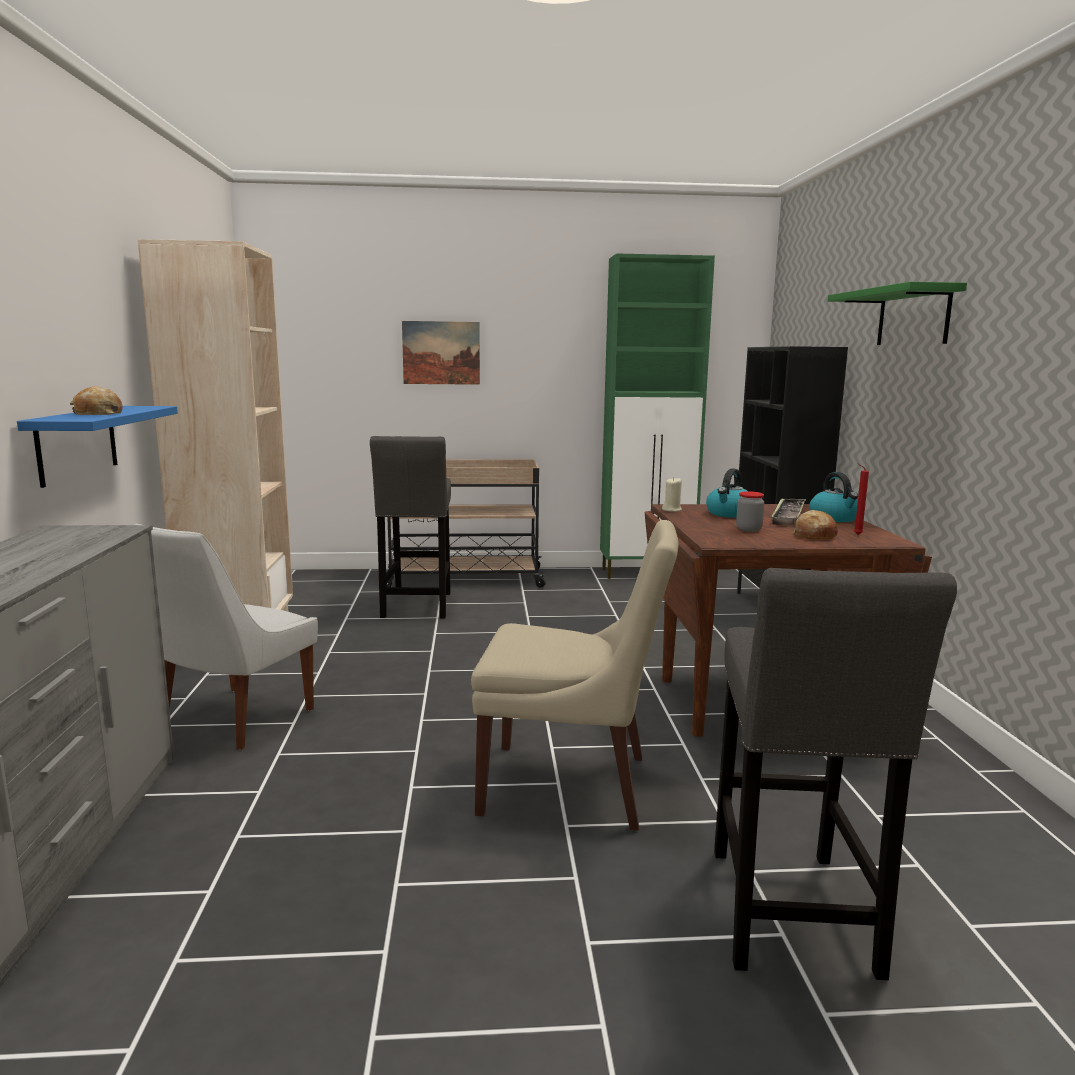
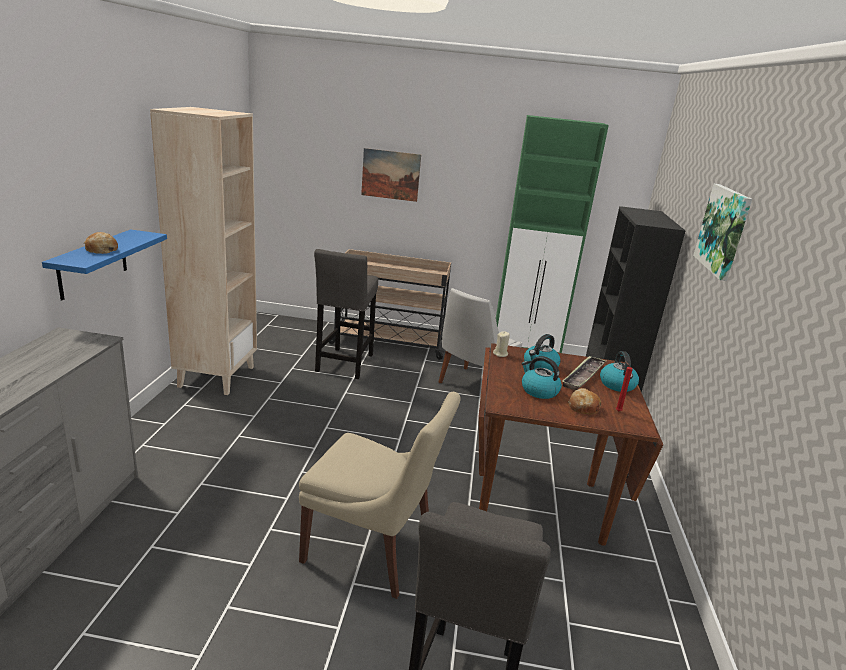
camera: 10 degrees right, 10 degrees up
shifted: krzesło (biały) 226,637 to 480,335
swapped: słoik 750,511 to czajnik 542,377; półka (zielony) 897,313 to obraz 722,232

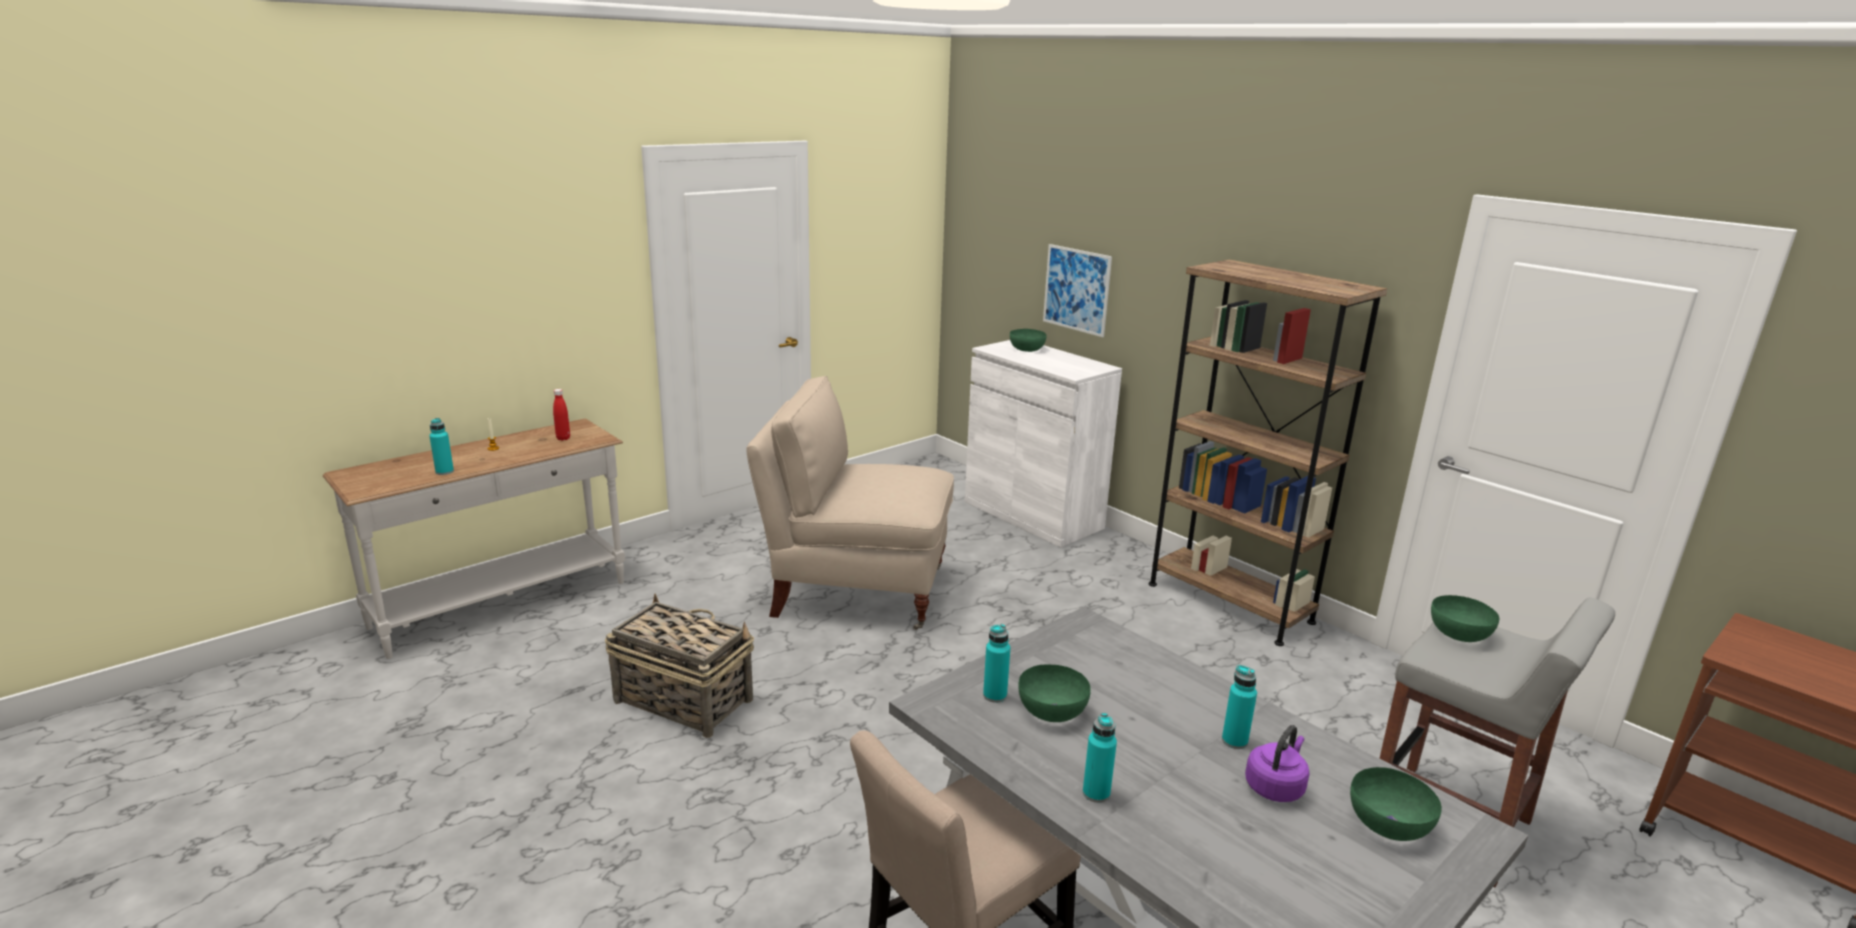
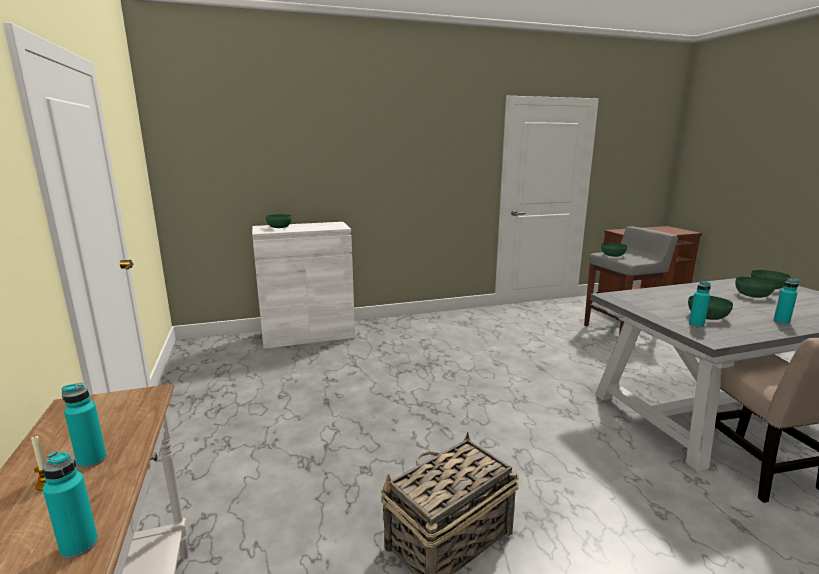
camera: 65 degrees left, 5 degrees down
gone: butelka (czerwony) 561,415; krzesło (beżowy) 850,503; obraz 1077,290; regał (brązowy) 1267,453
shifted: butelka (turkusowy) 1239,707 to 84,425
swapped: czajnik (fioletowy) 1277,763 to miska (zielony) 755,287

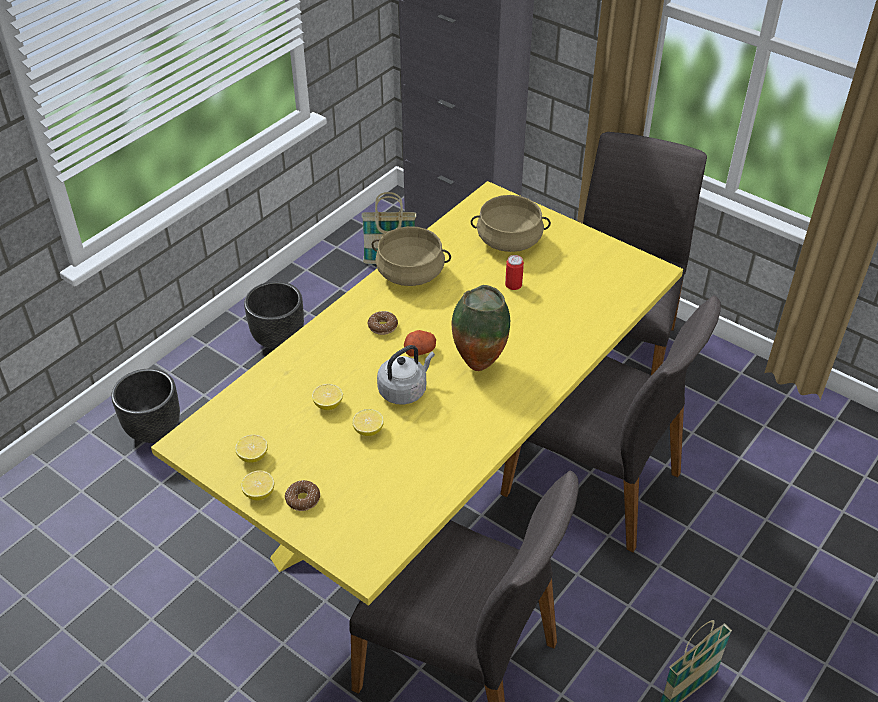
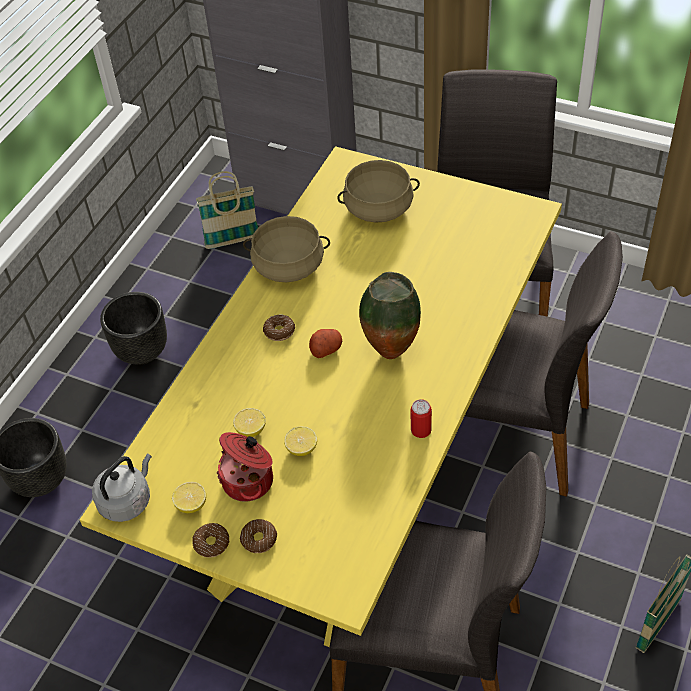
camera: 10 degrees left, 5 degrees up
new: garnek 245,467
shifted: czajnik (szary) 406,375 to 122,488; puszka 514,272 to 421,418
swapped: cytryna 257,485 to donut 210,540

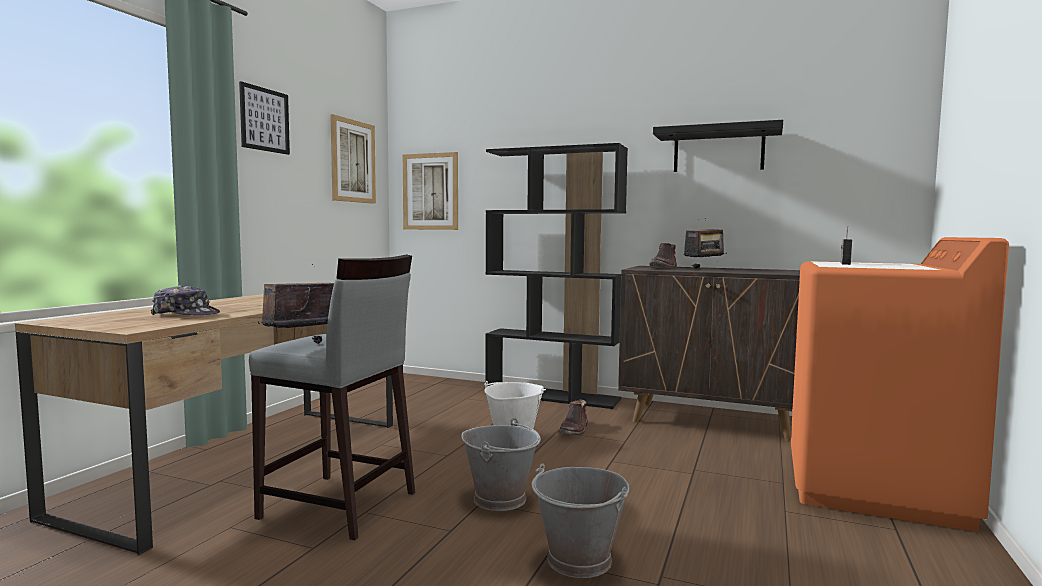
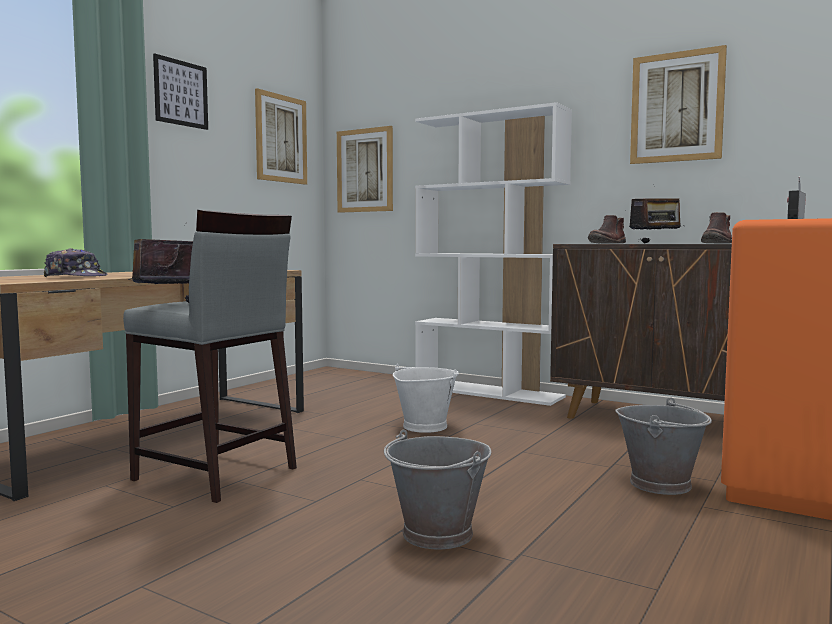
camera: 10 degrees right, 0 degrees up
shifted: wiadro (szary) 501,464 to 663,446; but z cholewką (brązowy) 573,417 to 716,228
swapped: półka (czarny) 718,146 to obraz 678,104
repainted: regał (czarny) 556,276 to regał (biały) 493,254

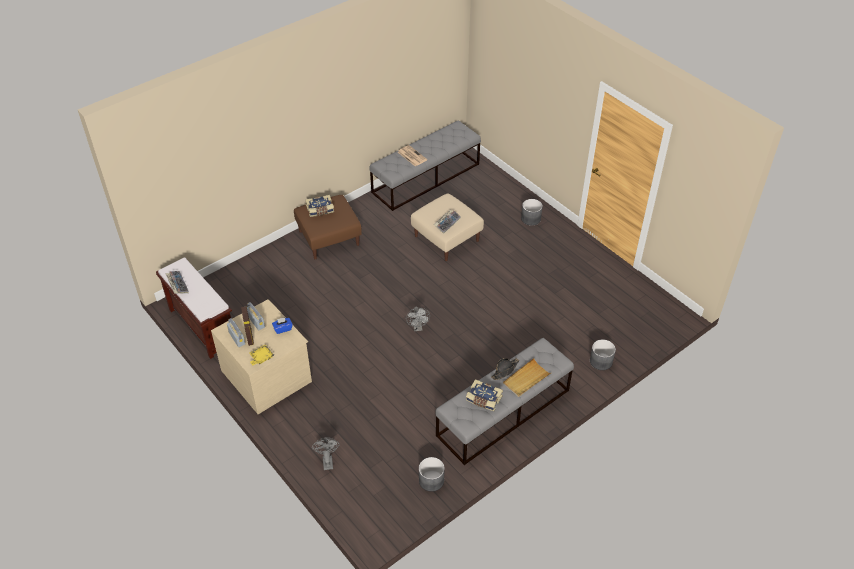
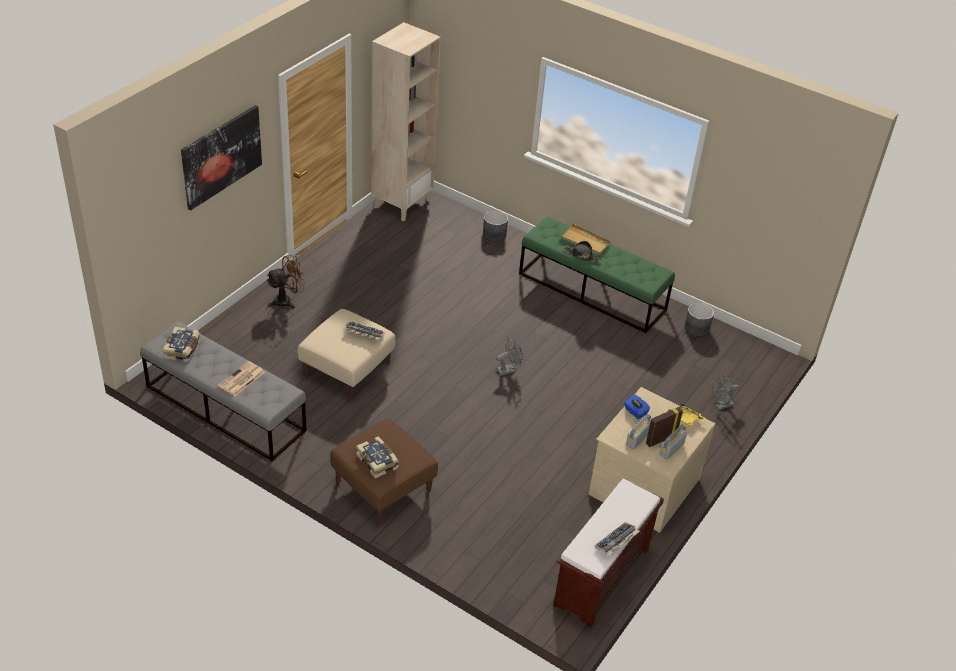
camera: 110 degrees left, 5 degrees down
new: obraz 221,157; regał (beżowy) 406,122
shifted: książka 484,395 to 181,344
swapped: donica (szary) 532,212 to wentylator (brązowy) 286,282
repainted: ławka (szary) 504,401 to ławka (zielony) 597,274

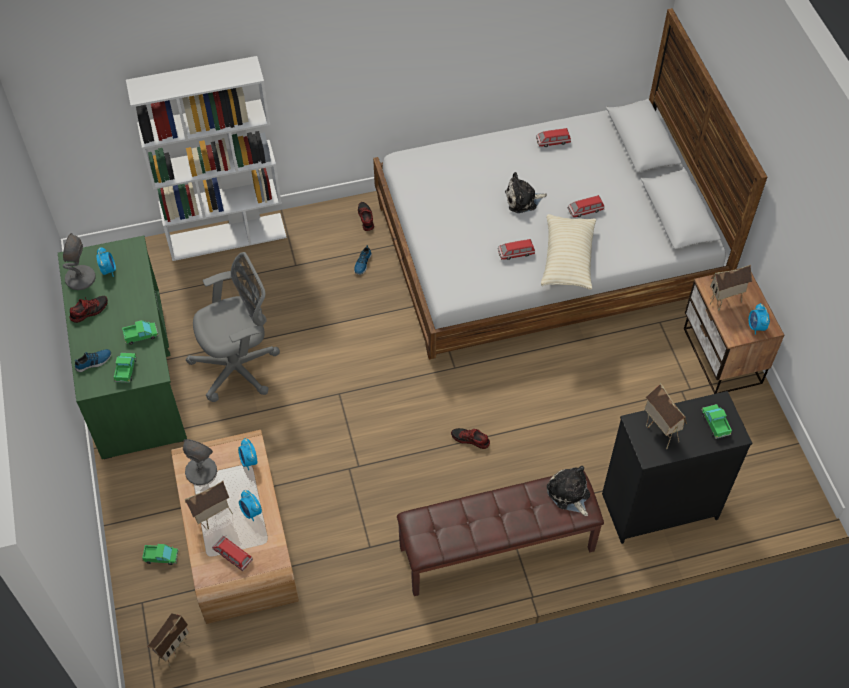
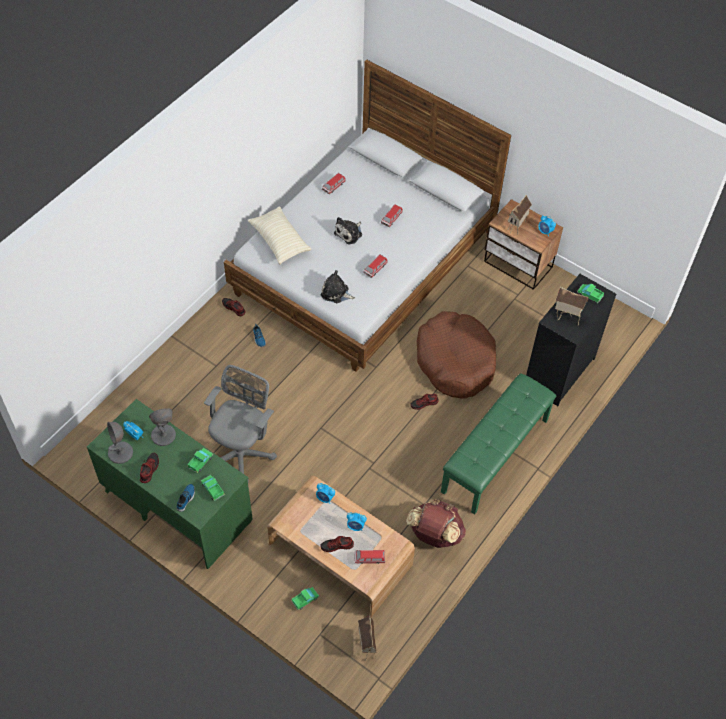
camera: 40 degrees left, 0 degrees up
gone: regał (biały) 206,158
new: plecak (brązowy) 436,523; legowisko (brązowy) 456,355
shifted: lampa stołowa (szary) 200,462 to 162,427; poduszka (beżowy) 568,251 to 279,235; pluszak 568,491 to 338,286
swapped: domek 209,506 to but 337,544
repainted: ławka (brązowy) 500,533 to ławka (zielony) 498,443

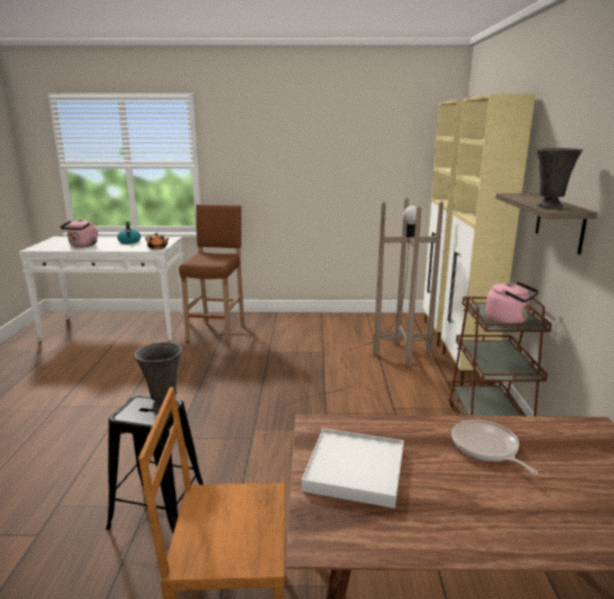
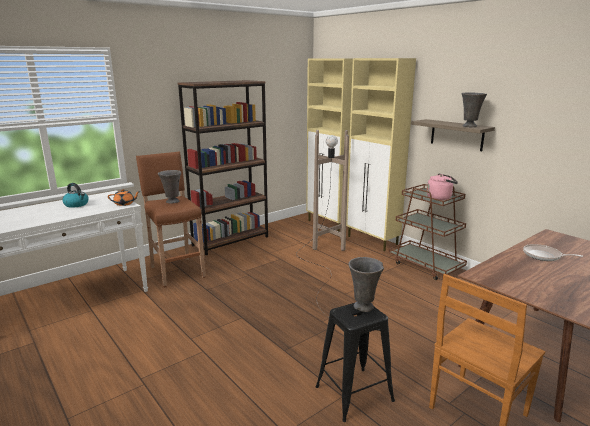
camera: 40 degrees left, 0 degrees up
gone: czajnik (różowy) 79,233; taca (biały) 353,468
new: wazon (szary) 169,186; regał (brązowy) 223,167

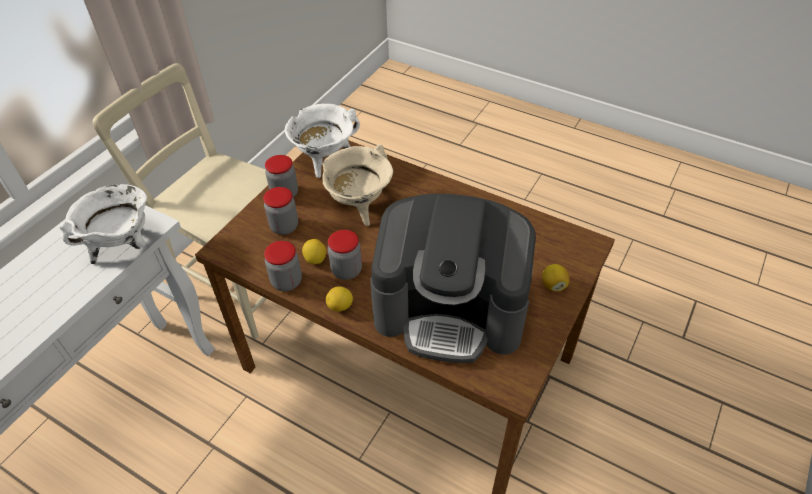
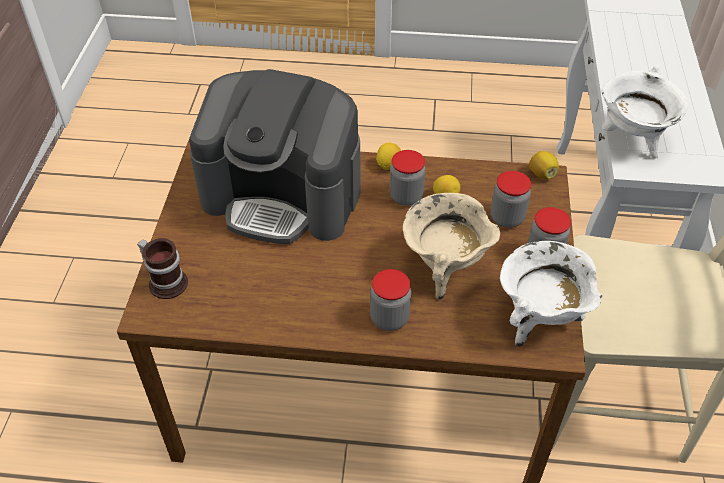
camera: 155 degrees right, 0 degrees up
new: kubek 162,268
shifted: słoik 283,266 to 390,300; cytryna 556,278 to 544,165
rotated: ekspres do kawy 453,278 = 274,156 150 degrees counterclockwise

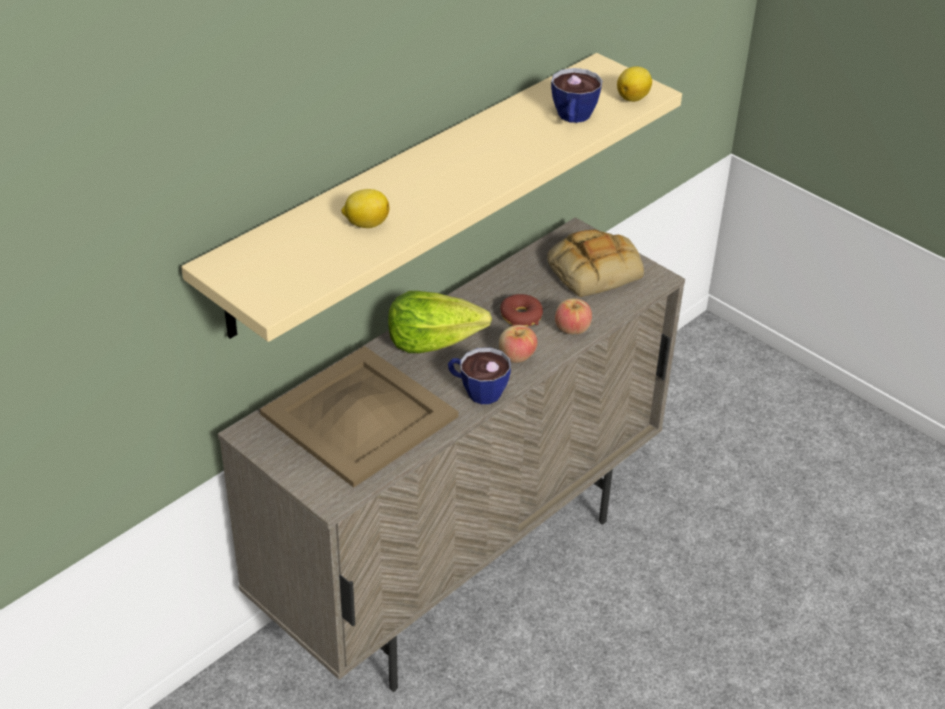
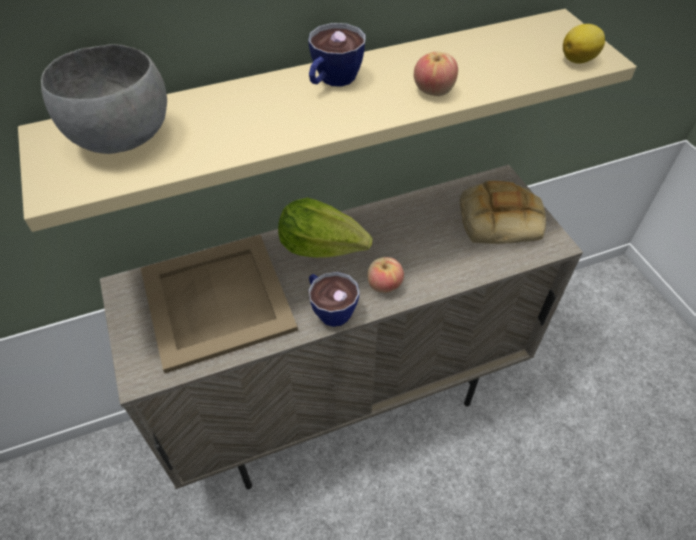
camera: 25 degrees right, 10 degrees up
gone: cytryna 365,208; donut 521,310
new: miska (szary) 104,99
shifted: filiżanka 577,95 to 337,55; jabłko 573,316 to 436,73

